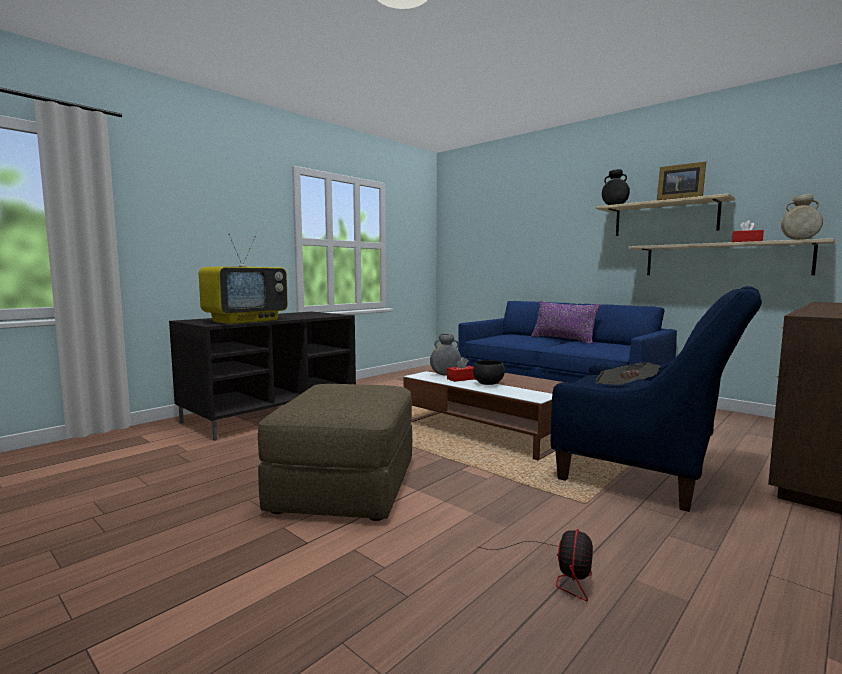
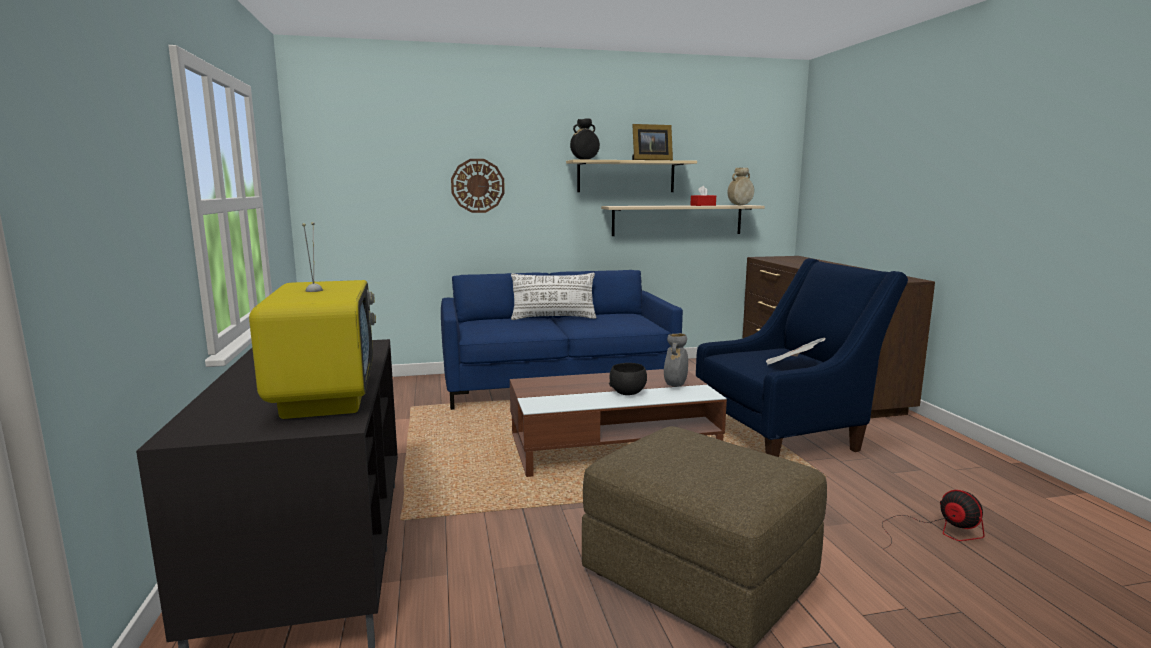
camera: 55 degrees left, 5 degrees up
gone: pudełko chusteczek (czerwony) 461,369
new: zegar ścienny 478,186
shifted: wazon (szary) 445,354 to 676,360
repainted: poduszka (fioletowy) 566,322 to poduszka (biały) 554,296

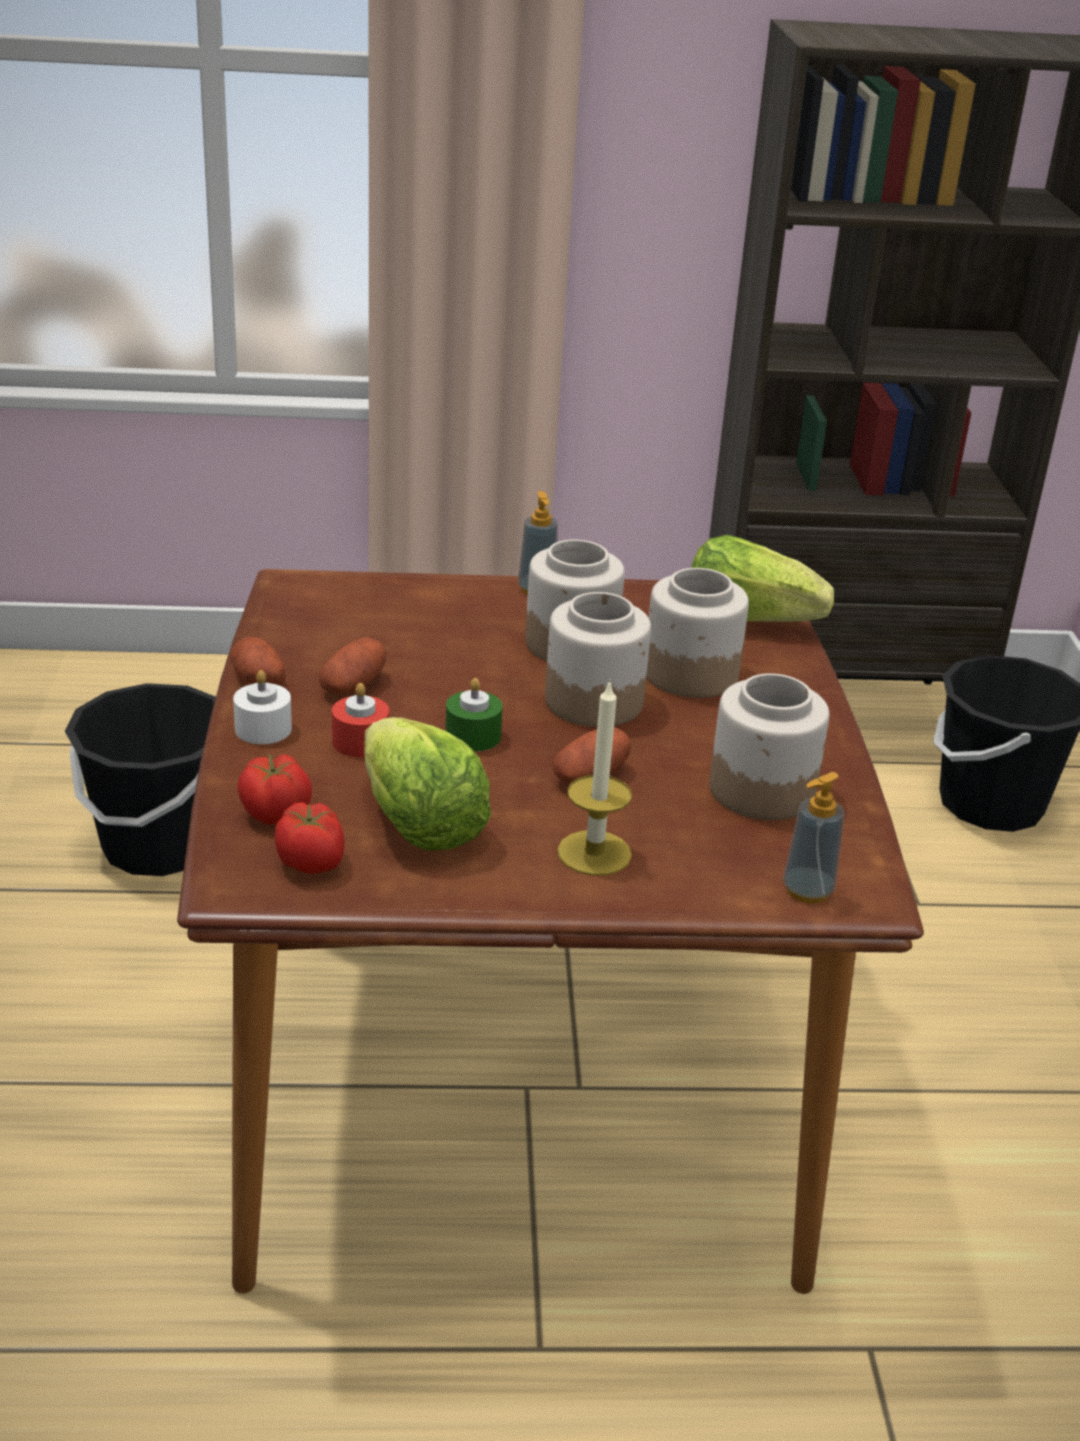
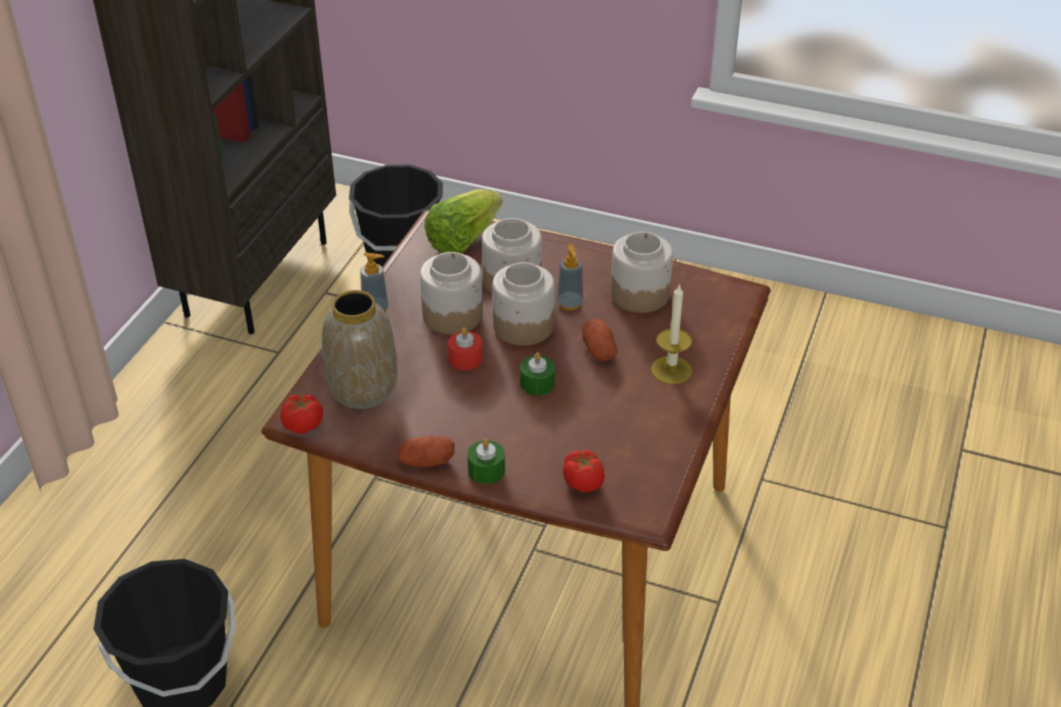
camera: 65 degrees left, 10 degrees up
gone: ziemniak 352,665; sałata 428,783
new: wazon 359,349
shifted: pomidor 310,838 to 302,414; świeca (czerwony) 360,720 to 465,349; dozownik mydła 814,837 to 570,277
repainted: świeca (biały) 262,707 to świeca (zielony) 486,461

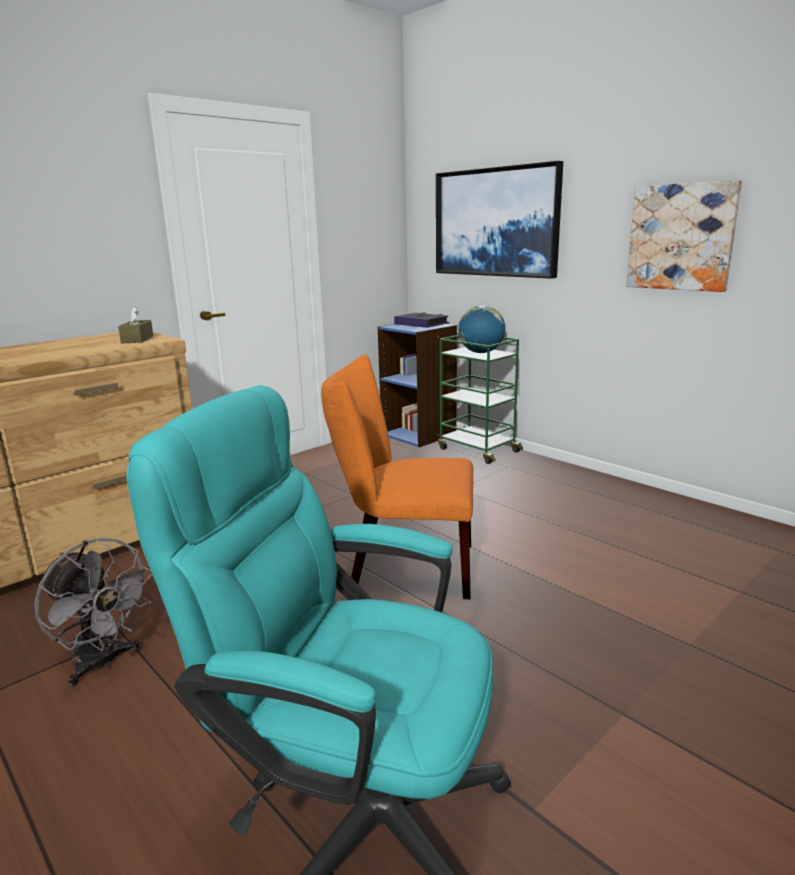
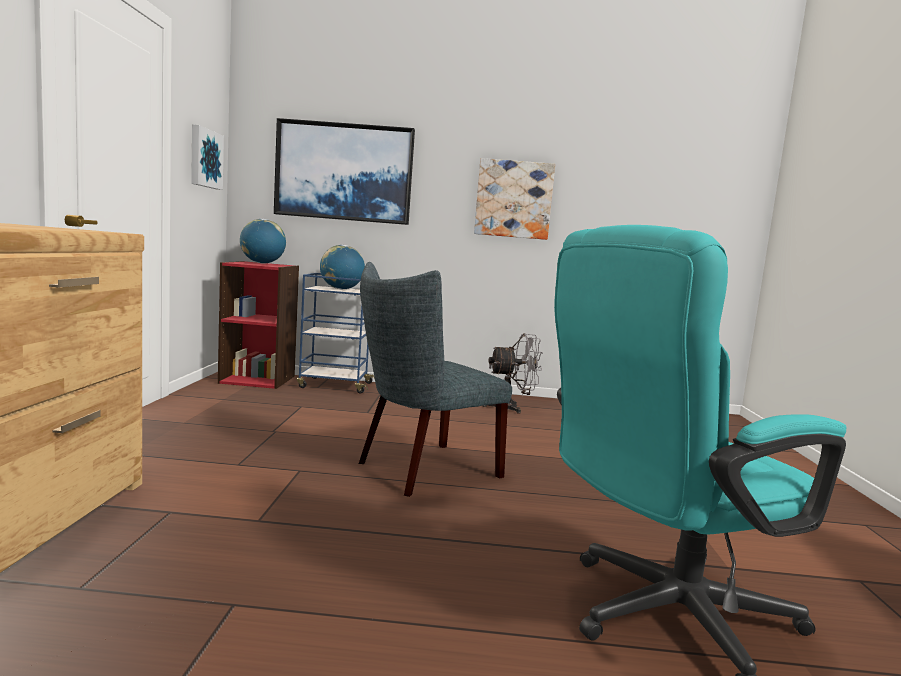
camera: 45 degrees left, 10 degrees down
gone: pudełko chusteczek (brązowy) 135,325
new: obraz 207,157
shifted: wentylator (szary) 93,612 to 513,373
swapped: książka 421,320 to globus 263,241
repainted: krzesło (pomarańczowy) 397,476 to krzesło (szary) 435,379; regał (niebieski) 417,385 to regał (czerwony) 258,325; wózek (zielony) 480,399 to wózek (niebieski) 336,333

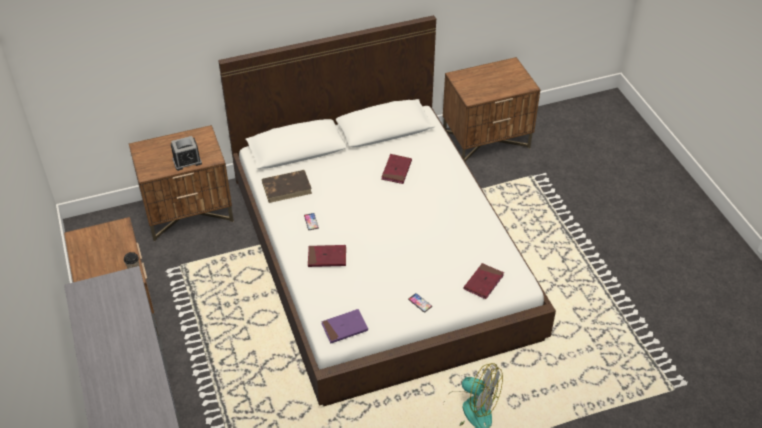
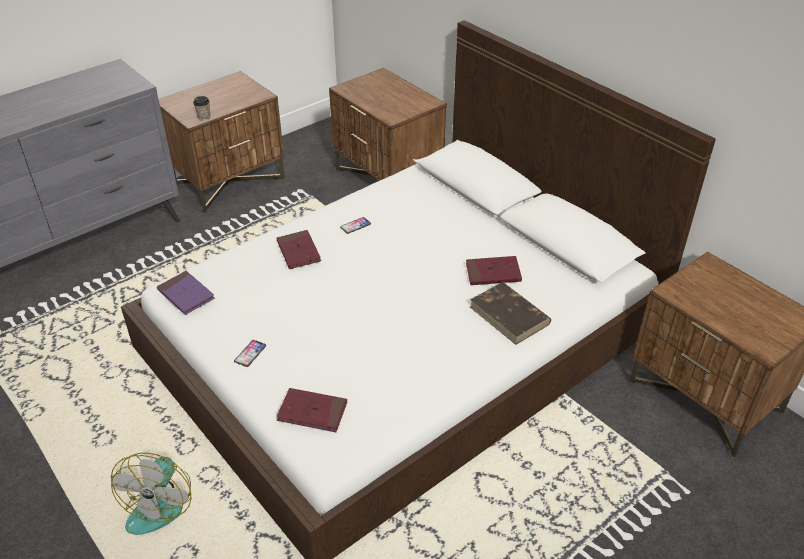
camera: 70 degrees right, 5 degrees down
gone: budzik 186,153
shifted: książka (brązowy) 287,186 to 510,313

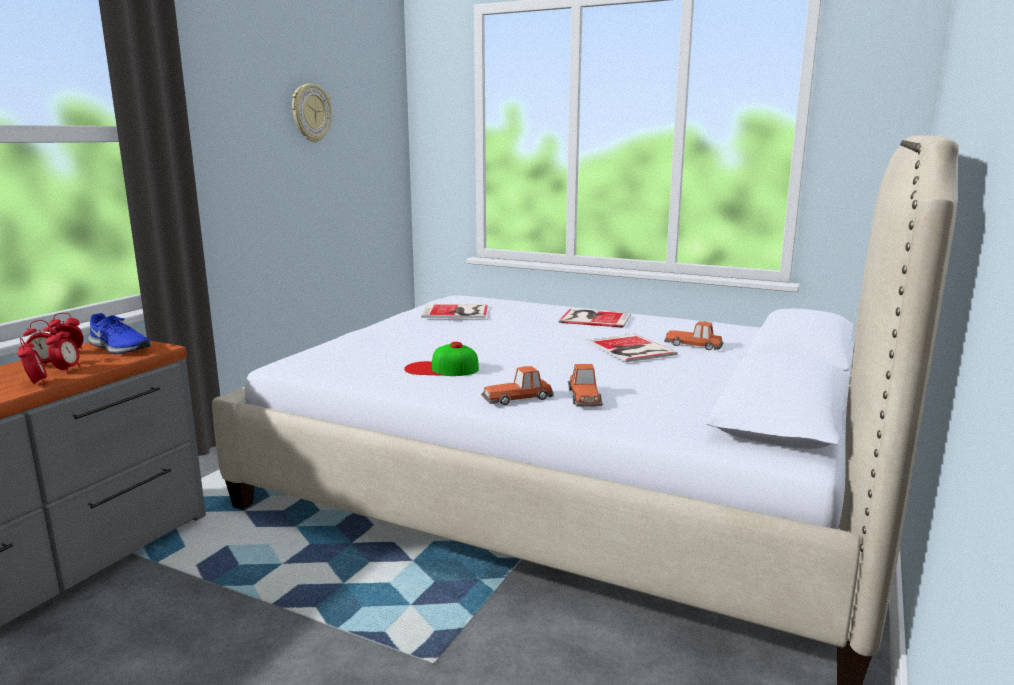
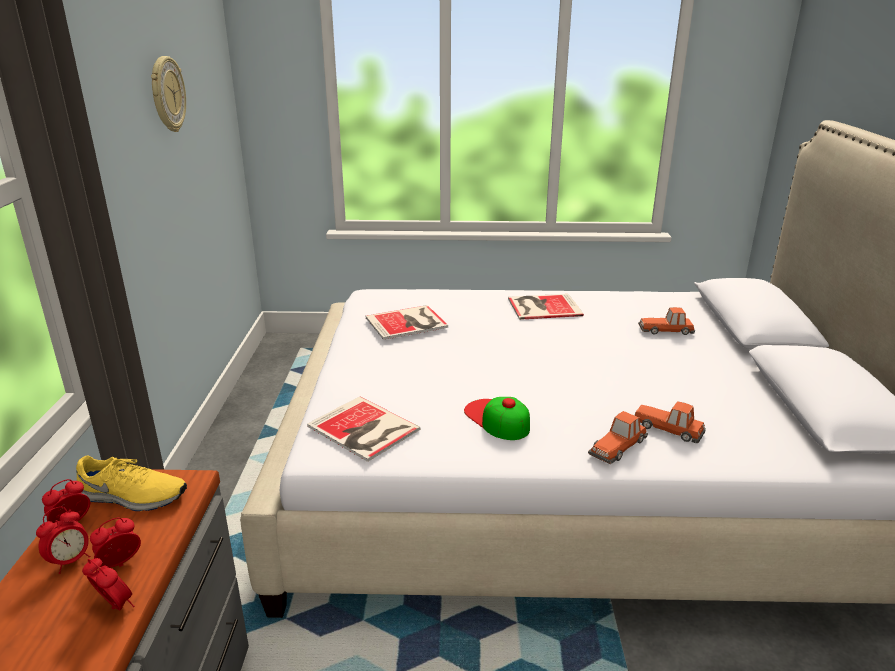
camera: 25 degrees left, 10 degrees up
shifted: książka 632,348 to 364,429
repainted: but (niebieski) 119,333 to but (żółty) 131,483
rotated: budzik 62,349 = 115,542 105 degrees counterclockwise; czapka z daszkiem 441,359 = 497,418 75 degrees clockwise; samochodzik 585,385 = 670,422 150 degrees clockwise

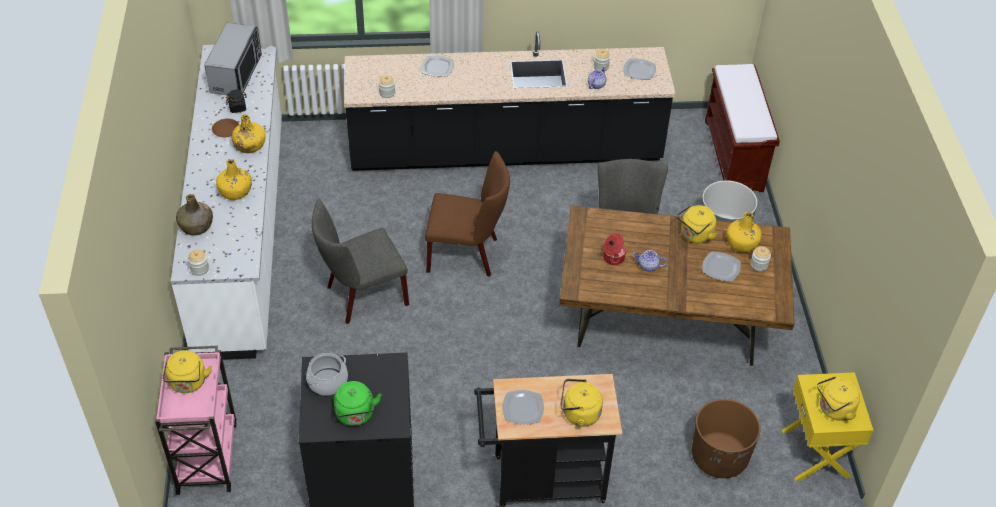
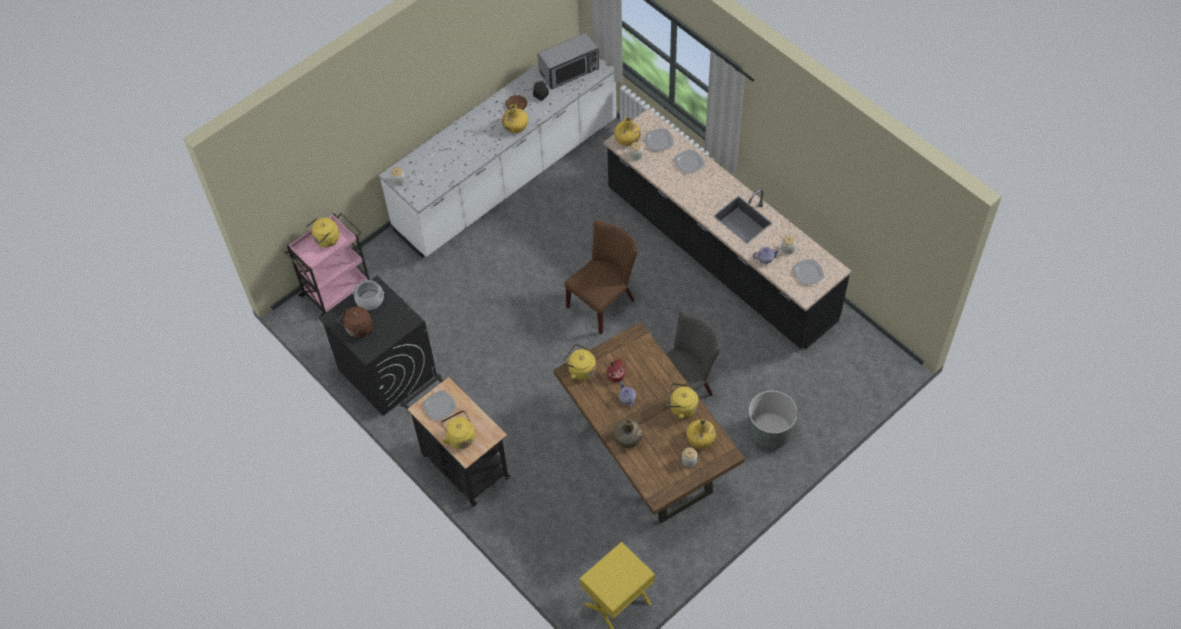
camera: 55 degrees right, 10 degrees up
gone: krzesło (szary) 360,261; donica (brązowy) 726,438; ławka (brązowy) 742,128
shifted: butelka (zielony) 194,215 to 628,433; butelka (żółty) 234,179 to 627,131; talerz 722,266 to 659,140; czajnik (żółty) 838,398 to 579,362
repainted: czajnik (zielony) 358,403 to czajnik (brązowy) 355,322
rotated: krzesło (brązowy) 467,214 = 601,277 105 degrees counterclockwise

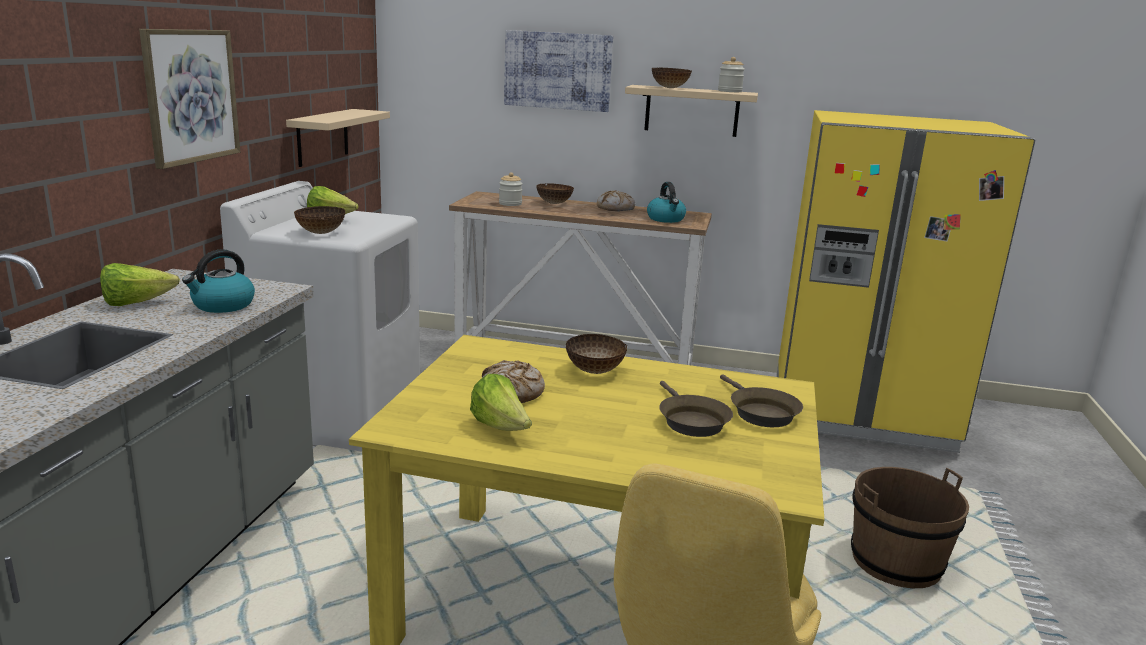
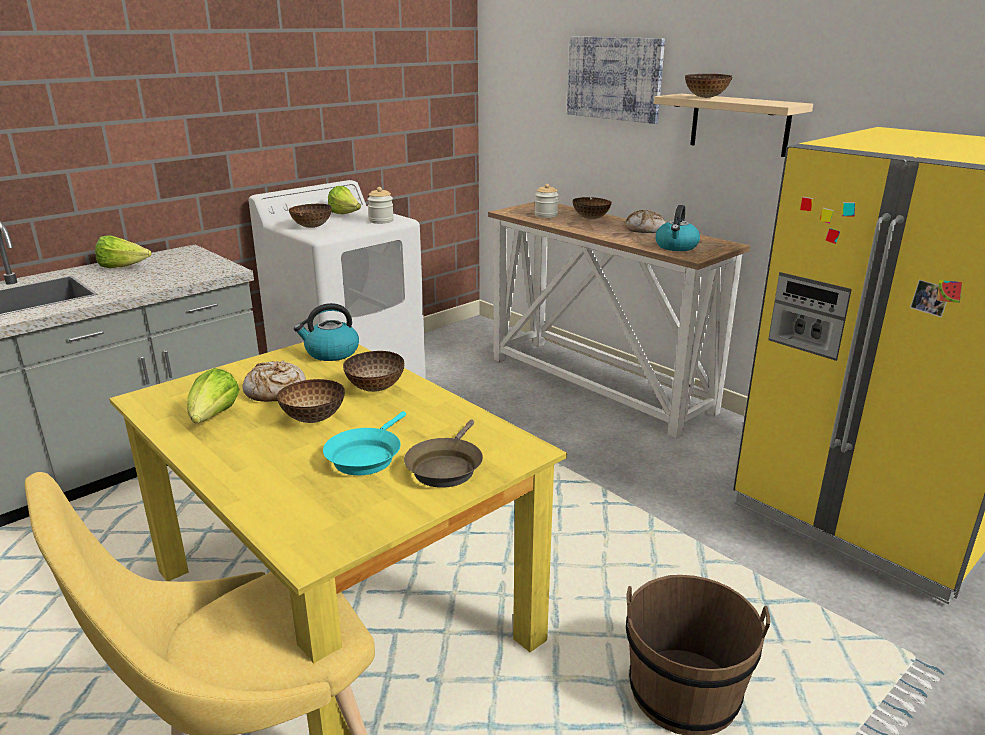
camera: 35 degrees right, 5 degrees up
gone: obraz 189,99; półka (beżowy) 338,138
new: miska 310,401
shifted: czajnik 218,281 to 326,332; słoik 731,74 to 380,205
repainted: patelnia (brązowy) 696,409 to patelnia (turkusowy) 364,443

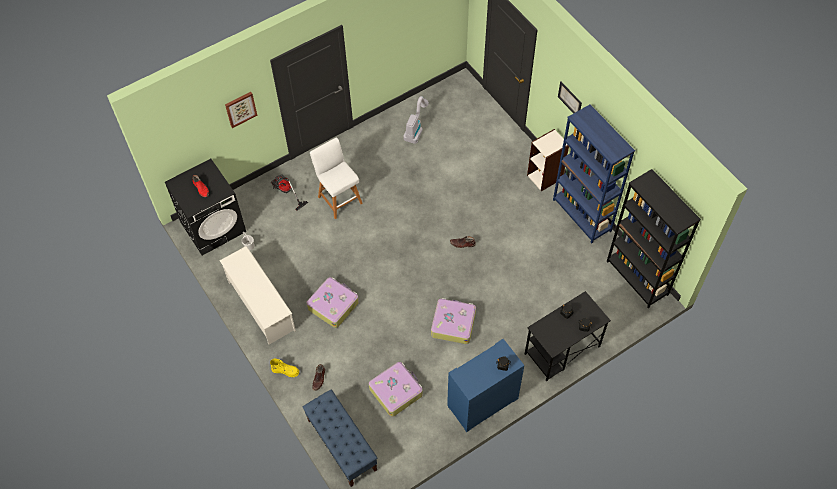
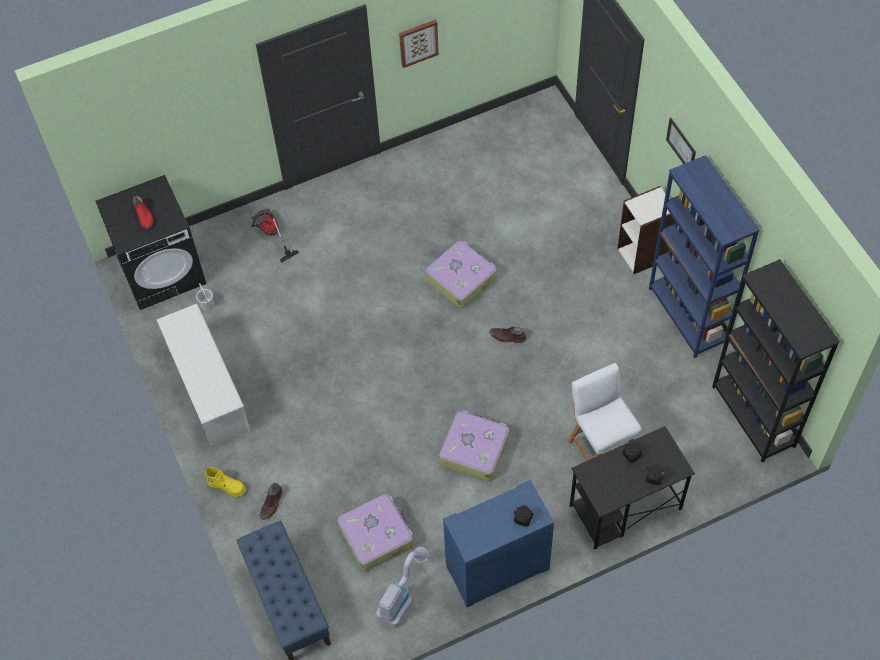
camera: 10 degrees right, 0 degrees up
shifted: obraz 241,110 to 419,44; walizka 332,302 to 461,274; stołek (biały) 336,178 to 604,412; odkurzacz 416,120 to 402,587

